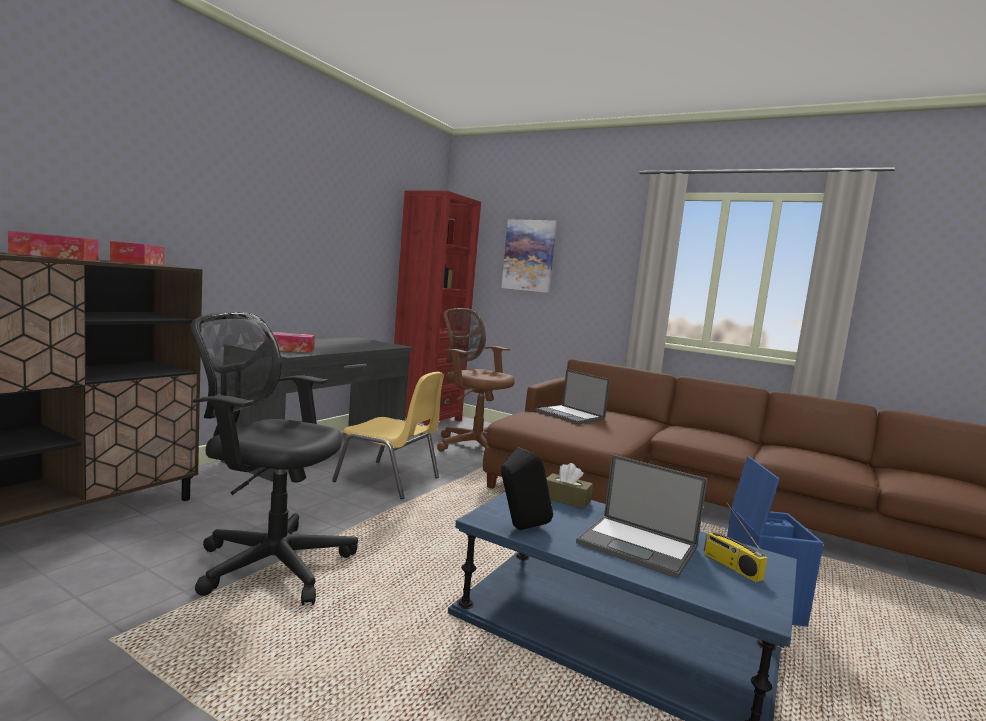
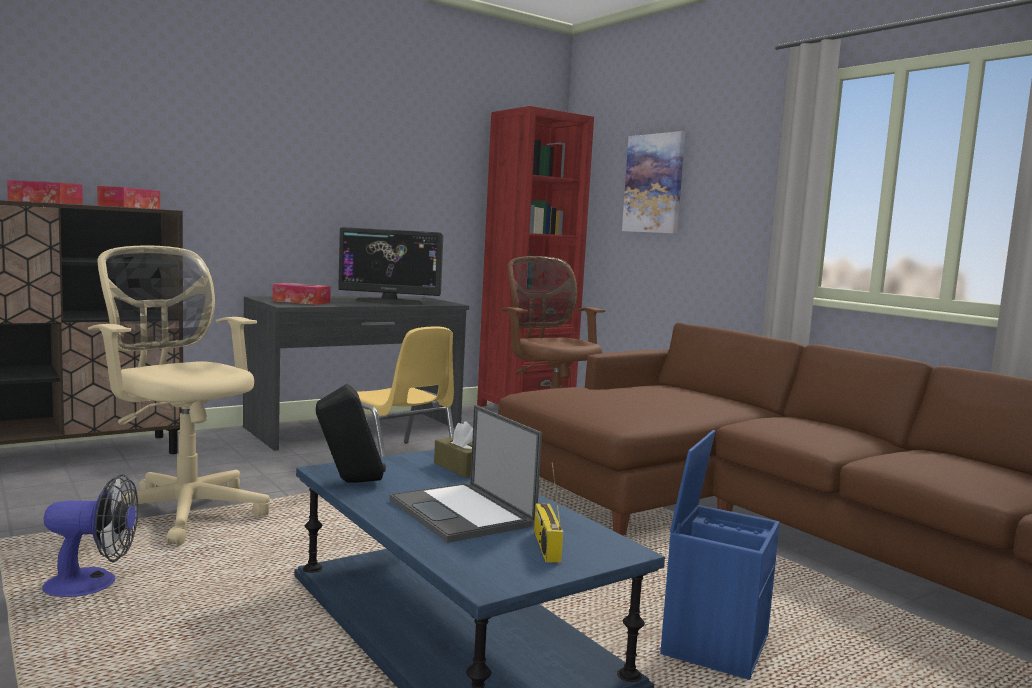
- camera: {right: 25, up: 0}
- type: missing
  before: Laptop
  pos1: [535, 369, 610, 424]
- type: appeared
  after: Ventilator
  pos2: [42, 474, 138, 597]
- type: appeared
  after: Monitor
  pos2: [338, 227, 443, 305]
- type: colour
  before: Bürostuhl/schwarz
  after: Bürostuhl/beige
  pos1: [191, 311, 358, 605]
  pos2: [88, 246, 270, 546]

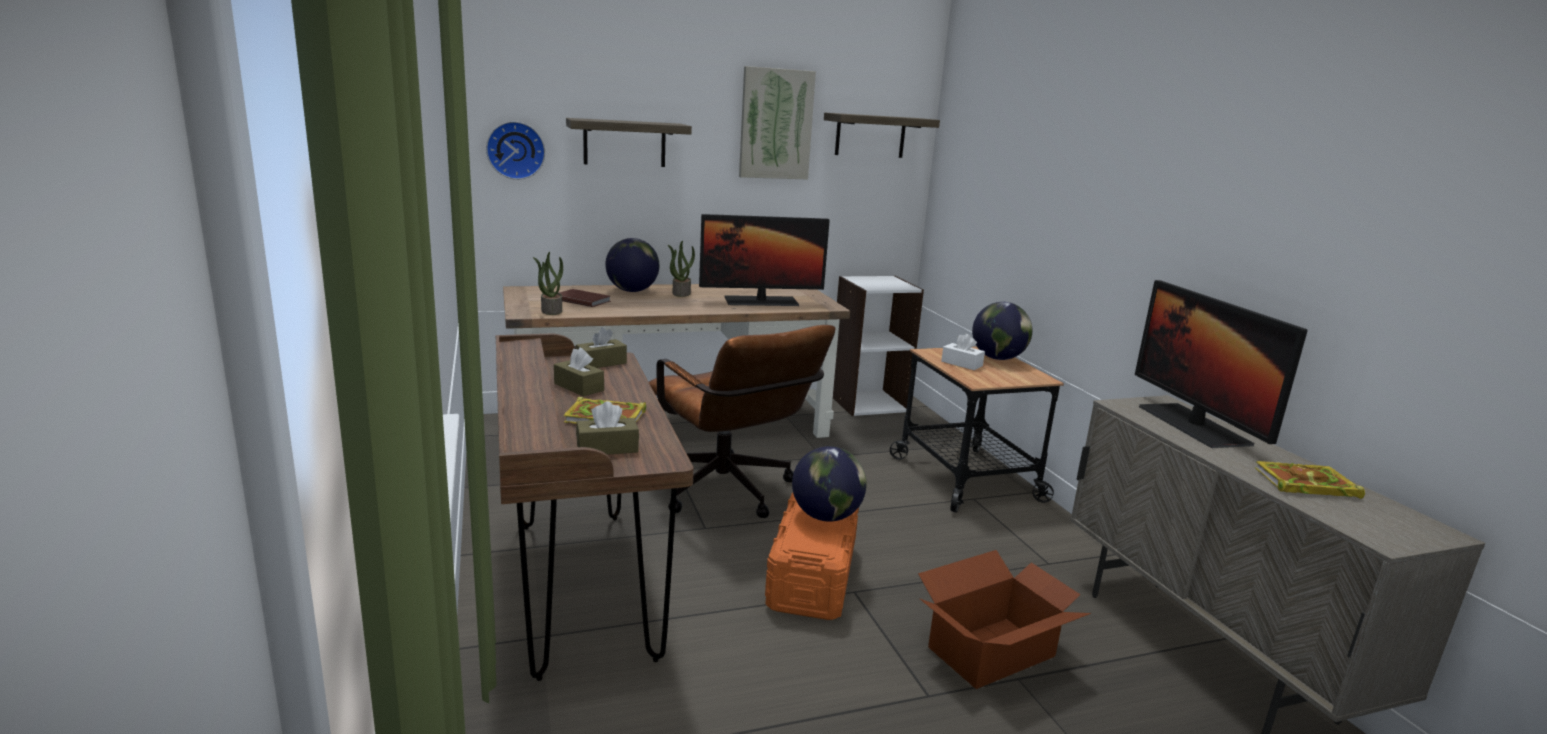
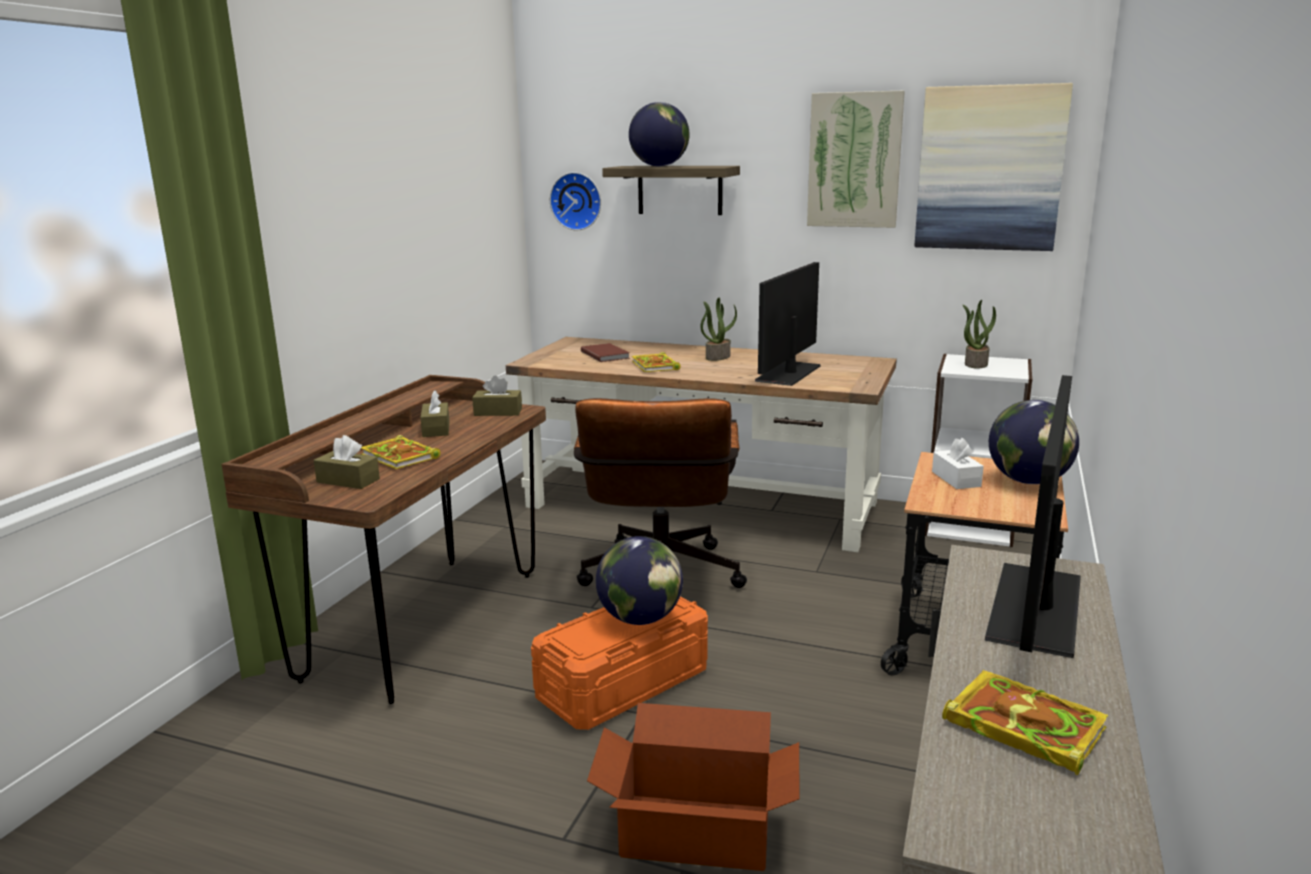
- camera: {right: 40, up: 0}
- type: appeared
  after: Buch
  pos2: [632, 352, 681, 372]
- type: relocated
  before: Topfpflanze
  pos1: [533, 252, 563, 315]
  pos2: [963, 300, 996, 369]
- type: relocated
  before: Globus
  pos1: [605, 238, 659, 292]
  pos2: [629, 102, 689, 167]
- type: exchanged
  before: Wandregal
  after: Bild
  pos1: [824, 113, 940, 158]
  pos2: [915, 83, 1073, 251]
- type: spun
  before: Monitor
  pos1: [699, 214, 830, 306]
  pos2: [755, 262, 821, 386]
  turn: 90

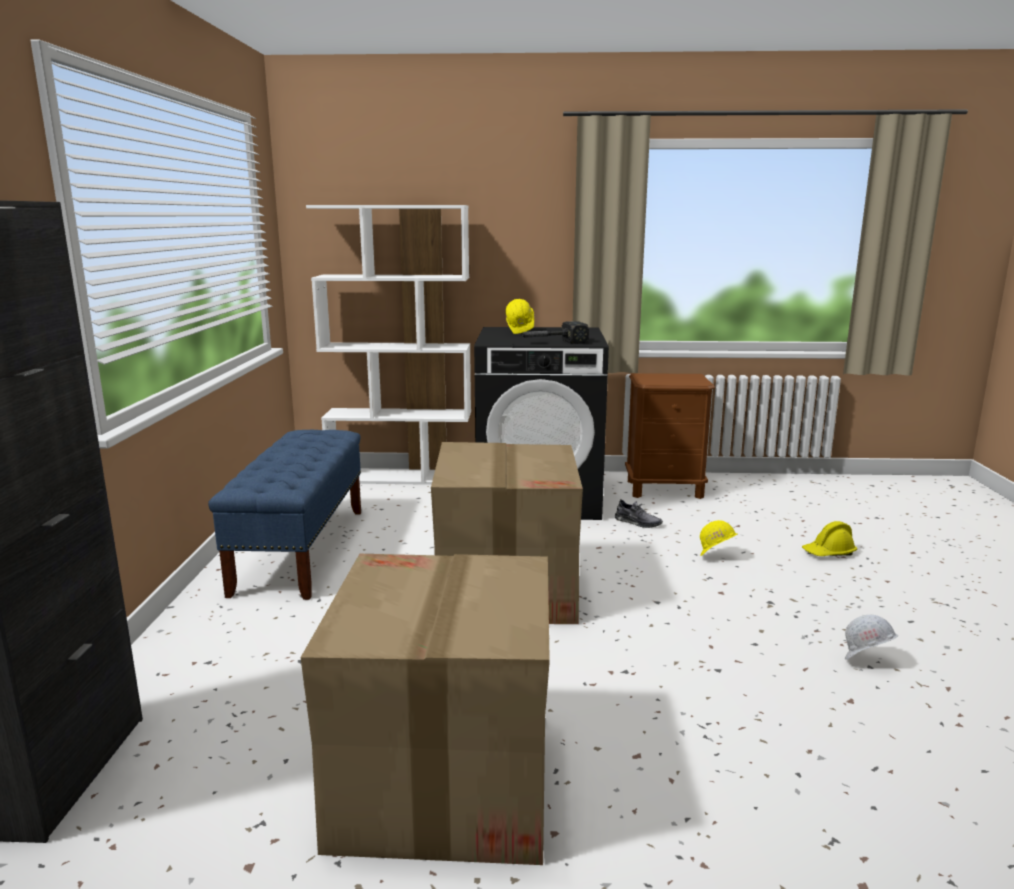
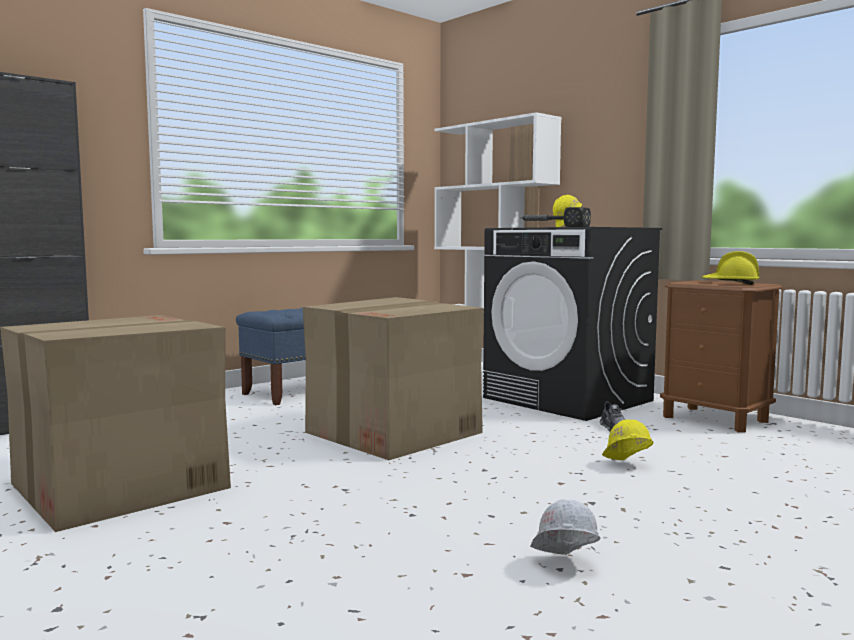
- camera: {right: 45, up: -10}
- type: relocated
  before: Schutzhelm/gelb
  pos1: [802, 521, 857, 556]
  pos2: [701, 251, 759, 285]

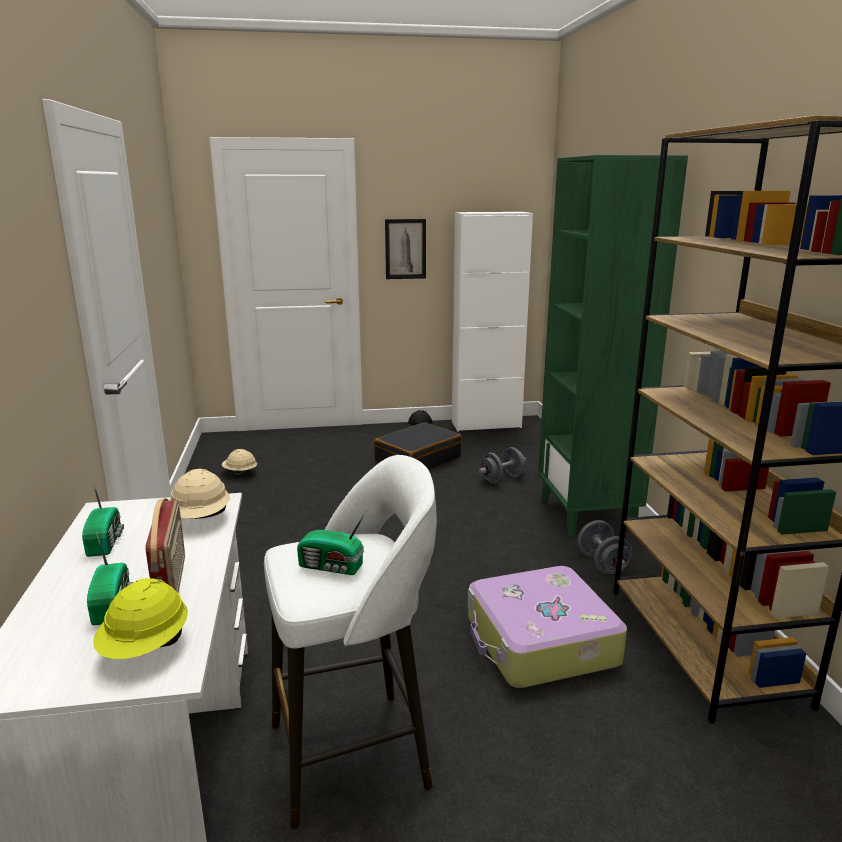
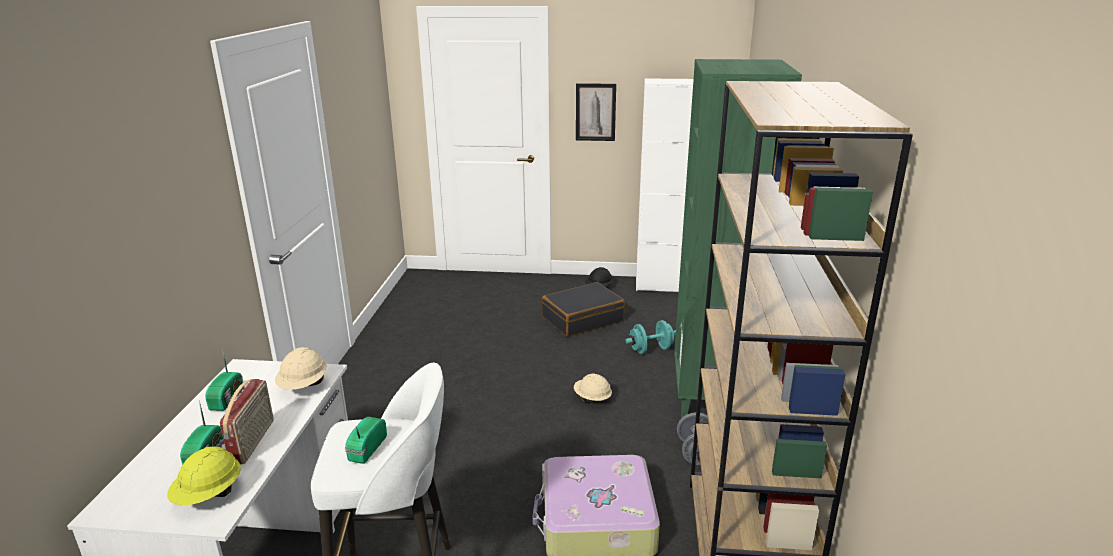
- camera: {right: 15, up: 5}
- type: relocated
  before: Schutzhelm/beige
  pos1: [222, 449, 257, 476]
  pos2: [574, 373, 612, 403]
- type: colour
  before: Hantel/grau
  after: Hantel/türkis
  pos1: [479, 447, 526, 483]
  pos2: [626, 320, 676, 354]
- type: spun
  before: Radio
  pos1: [297, 510, 367, 575]
  pos2: [345, 417, 387, 464]
  turn: 75

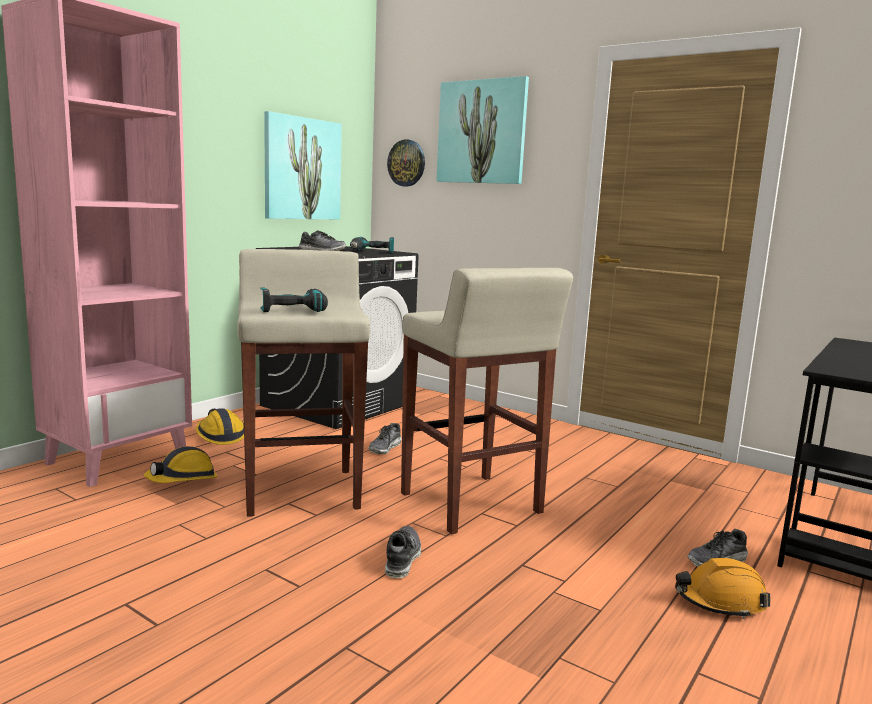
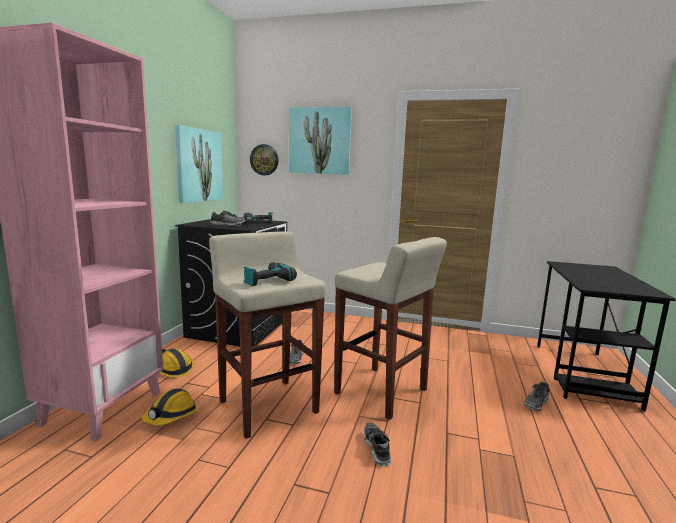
- camera: {right: -20, up: 0}
- type: missing
  before: Schutzhelm/orange
  pos1: [675, 558, 770, 619]

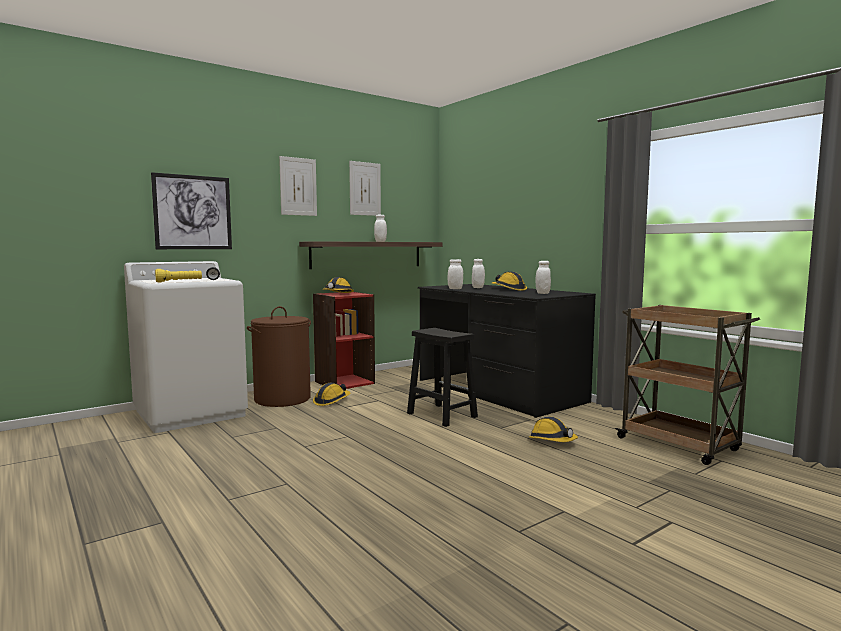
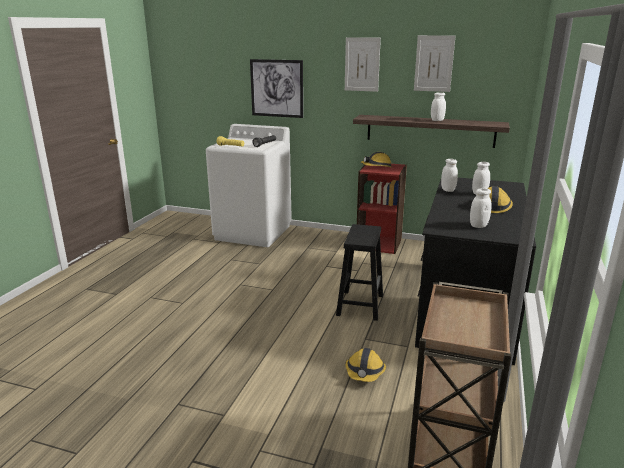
- camera: {right: 55, up: 15}
- type: missing
  before: Wäschekorb/braun
  pos1: [247, 306, 311, 407]
- type: missing
  before: Schutzhelm
  pos1: [313, 383, 351, 406]

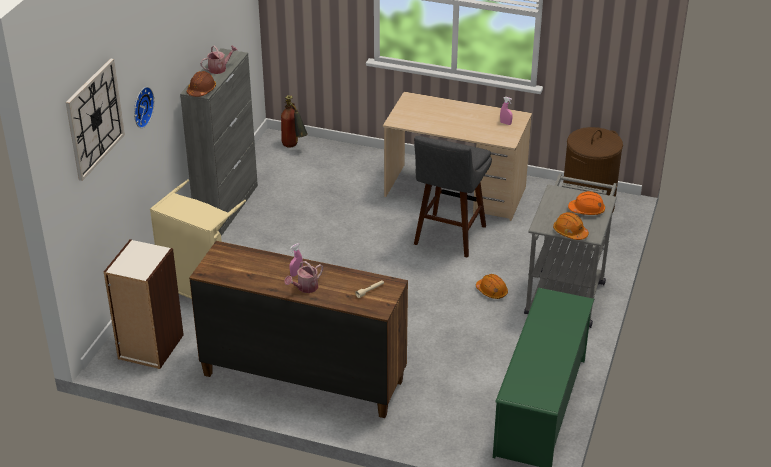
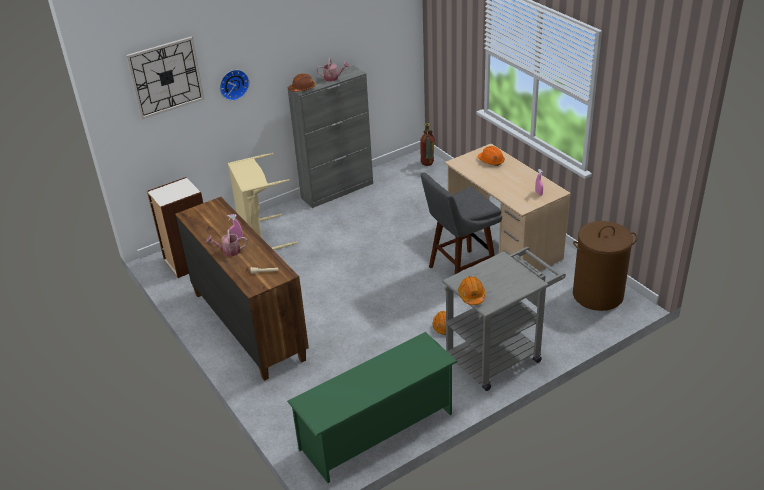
- camera: {right: 40, up: 0}
- type: relocated
  before: Schutzhelm/orange
  pos1: [568, 191, 605, 215]
  pos2: [478, 146, 505, 166]

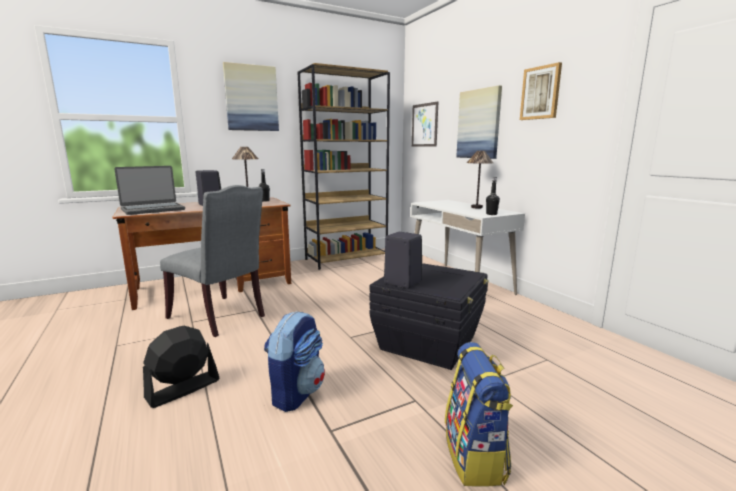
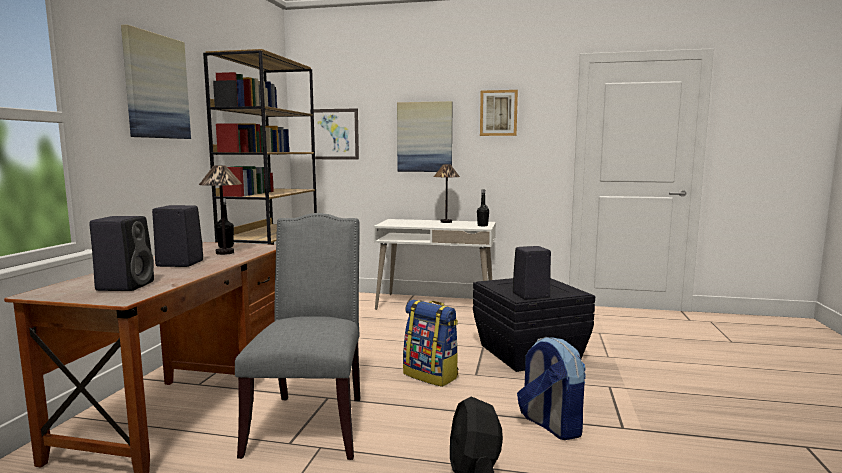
- camera: {right: -50, up: -5}
- type: relocated
  before: Rucksack
  pos1: [445, 342, 513, 487]
  pos2: [403, 299, 458, 387]
- type: exchanged
  before: Laptop
  after: Lautsprecher/schwarz
  pos1: [114, 166, 185, 215]
  pos2: [89, 216, 154, 291]
- type: spun
  before: Stuhl/grau
  pos1: [160, 185, 265, 337]
  pos2: [235, 213, 360, 460]
  turn: -75

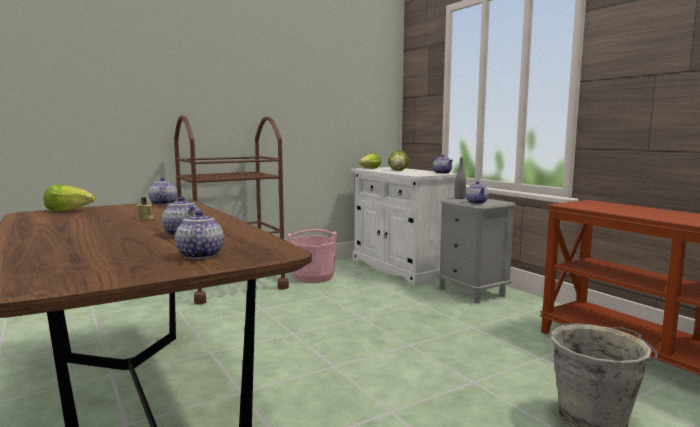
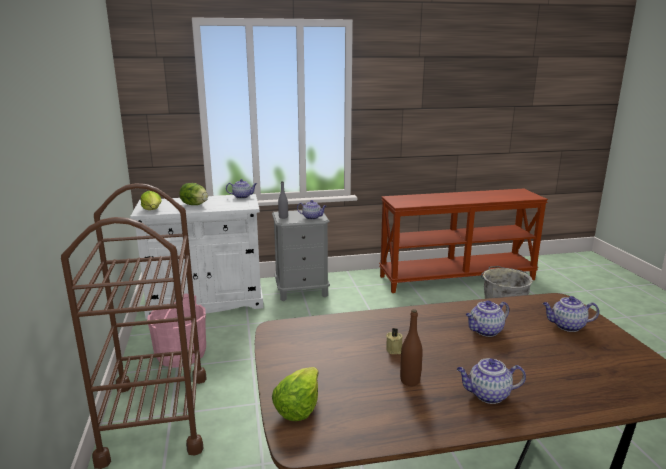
- camera: {right: -70, up: 10}
- type: appeared
  after: Flasche/braun
  pos2: [400, 309, 423, 386]
- type: relocated
  before: Teekanne
  pos1: [148, 177, 178, 205]
  pos2: [457, 358, 526, 404]

